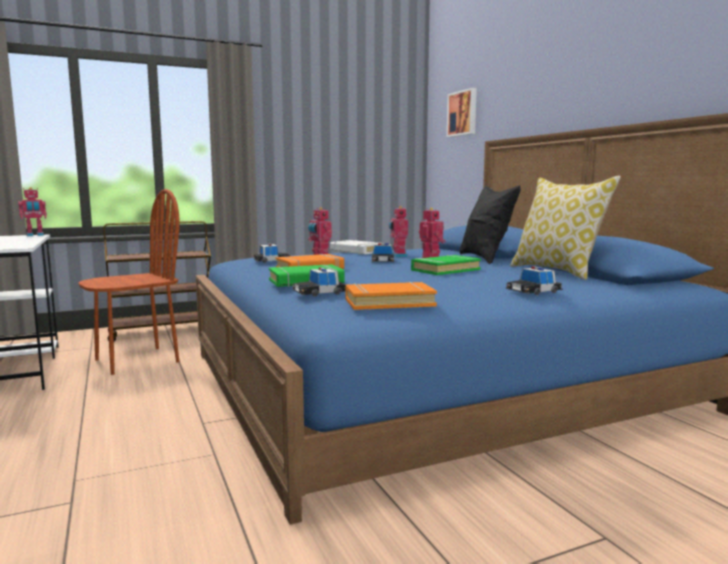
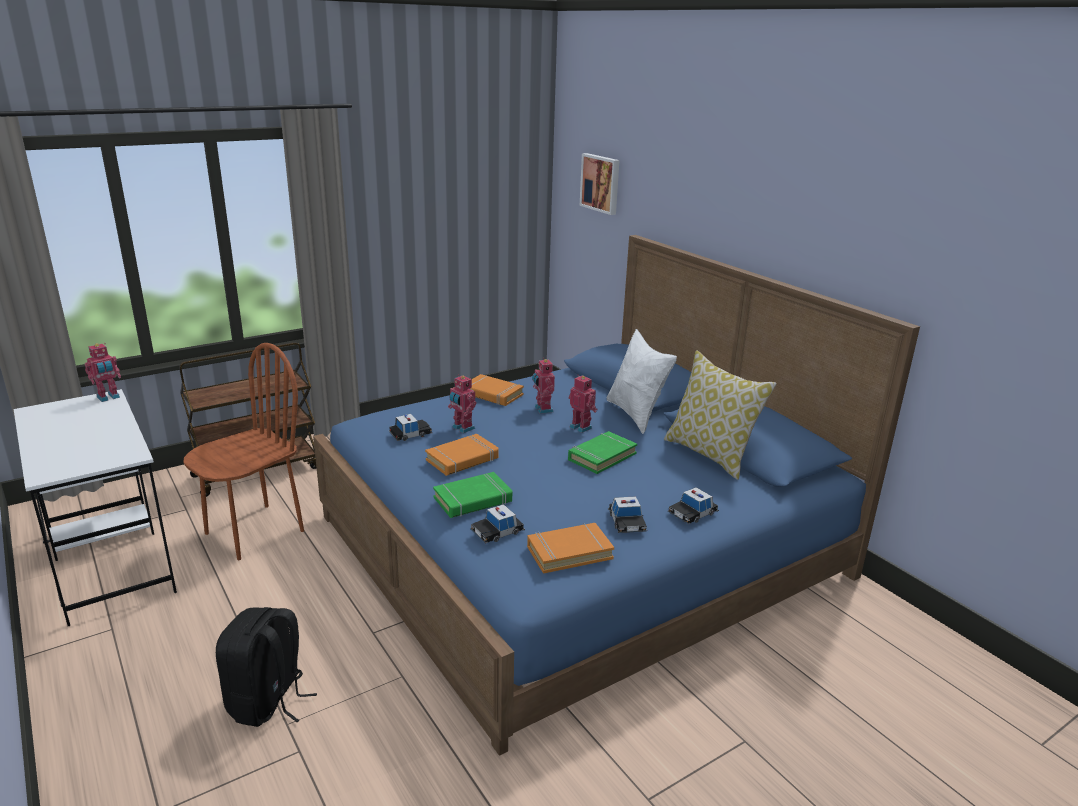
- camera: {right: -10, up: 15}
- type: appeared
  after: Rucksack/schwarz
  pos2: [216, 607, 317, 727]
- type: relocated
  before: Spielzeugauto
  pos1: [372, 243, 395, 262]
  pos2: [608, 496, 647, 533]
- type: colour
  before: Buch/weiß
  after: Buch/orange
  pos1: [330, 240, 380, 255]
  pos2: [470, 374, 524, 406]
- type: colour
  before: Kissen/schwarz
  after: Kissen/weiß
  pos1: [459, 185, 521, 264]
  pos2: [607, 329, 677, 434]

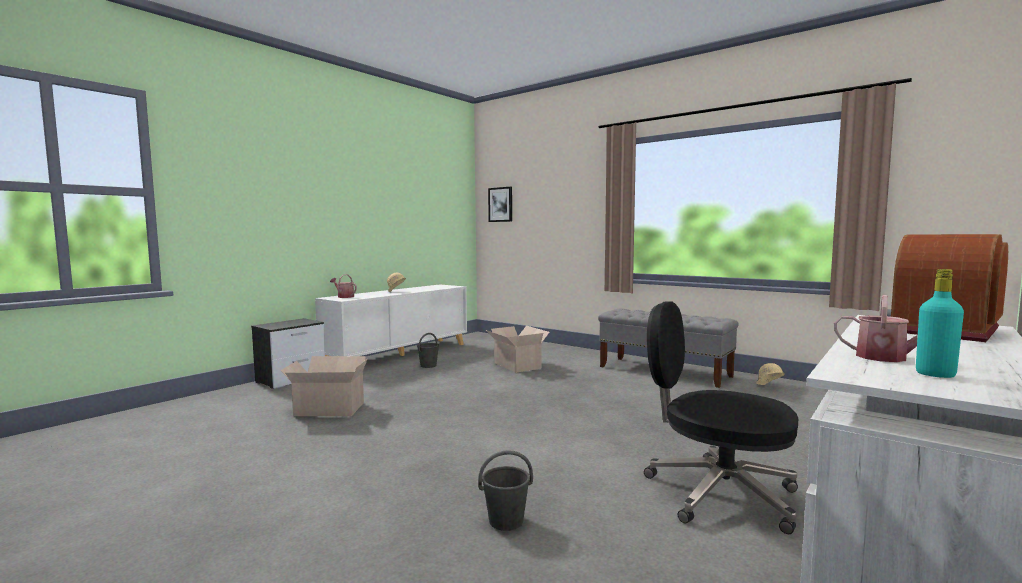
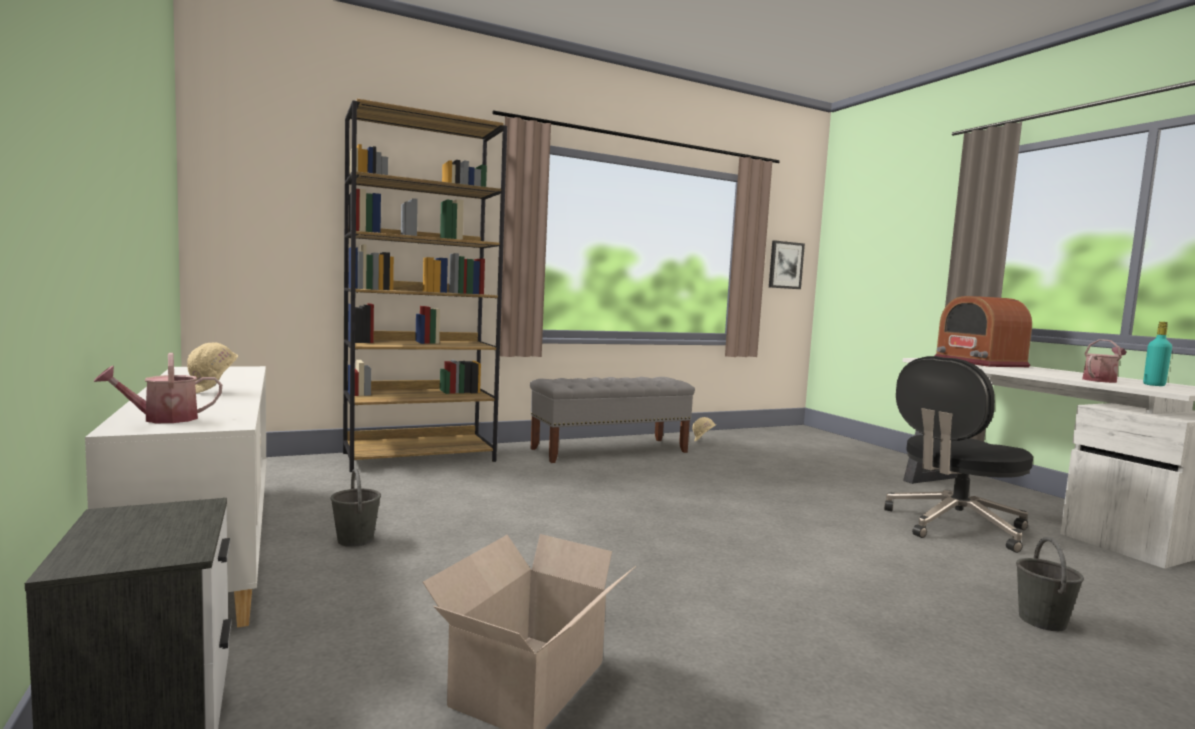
- camera: {right: -65, up: 0}
- type: missing
  before: Karton
  pos1: [486, 325, 550, 373]
- type: appeared
  after: Bücherregal/braun
  pos2: [343, 99, 507, 472]
- type: relocated
  before: Bild
  pos1: [488, 187, 512, 222]
  pos2: [769, 240, 805, 289]

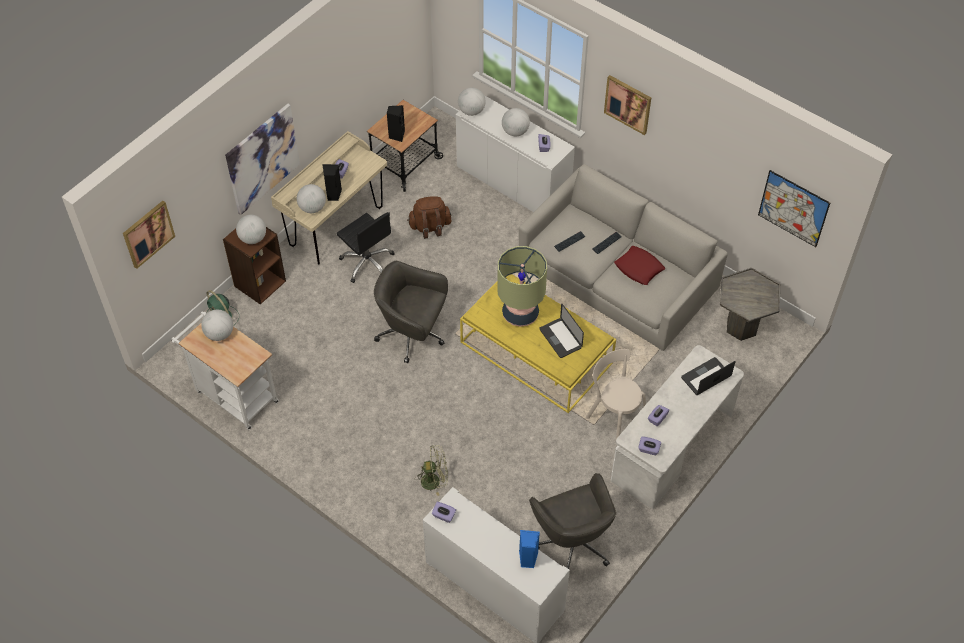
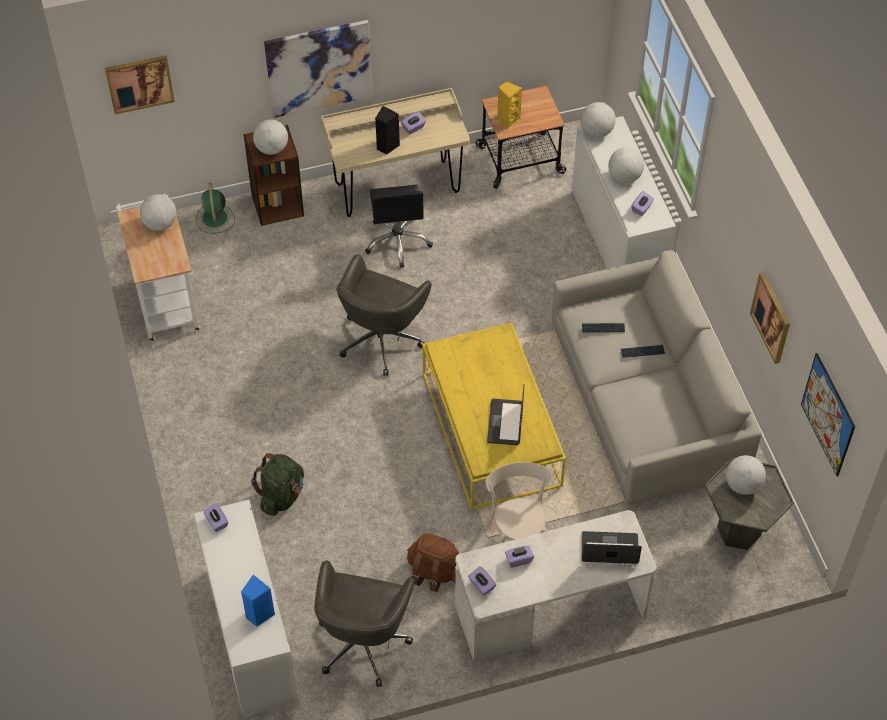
- camera: {right: 35, up: 0}
- type: missing
  before: Tischlampe
  pos1: [497, 246, 547, 327]
- type: missing
  before: Kissen/rot
  pos1: [614, 246, 665, 285]
- type: relocated
  before: Globus
  pos1: [297, 184, 326, 213]
  pos2: [726, 455, 766, 495]
- type: relocated
  before: Rucksack/braun
  pos1: [407, 196, 451, 239]
  pos2: [407, 533, 459, 592]
- type: relocated
  before: Bild
  pos1: [604, 75, 651, 135]
  pos2: [750, 272, 790, 364]
- type: exchanged
  before: Ventilator/grün
  after: Rucksack/grün
  pos1: [416, 445, 448, 496]
  pos2: [251, 453, 304, 516]
- type: colour
  before: Lautsprecher/schwarz
  after: Lautsprecher/gelb
  pos1: [387, 105, 405, 142]
  pos2: [497, 81, 522, 129]
- type: spun
  before: Bürostuhl/grau
  pos1: [374, 261, 448, 363]
  pos2: [336, 254, 432, 376]
  turn: -120

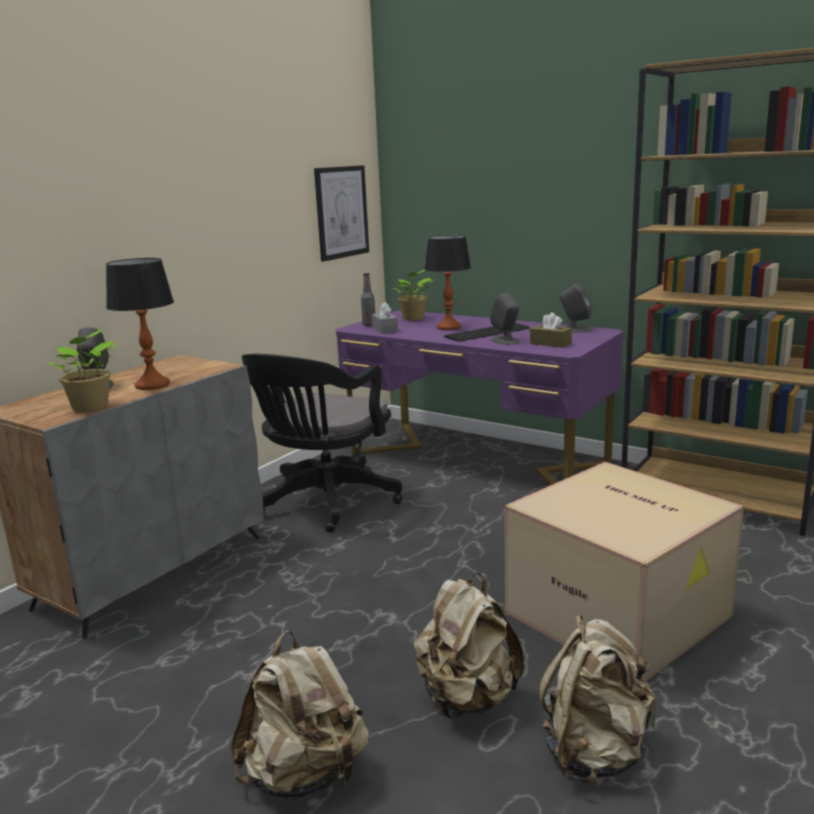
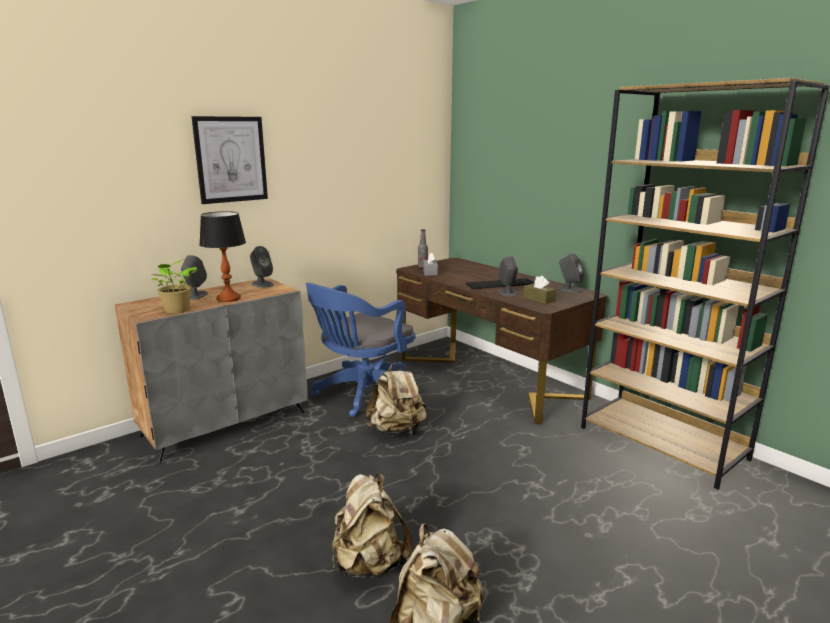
- camera: {right: 15, up: 0}
- type: missing
  before: Topfpflanze
  pos1: [393, 270, 434, 321]
- type: missing
  before: Tischlampe
  pos1: [424, 235, 471, 330]
- type: missing
  before: Karton
  pos1: [505, 462, 744, 681]
- type: appeared
  after: Lautsprecher/grau
  pos2: [250, 246, 274, 288]
- type: relocated
  before: Rucksack/beige
  pos1: [230, 630, 369, 798]
  pos2: [366, 362, 427, 436]
- type: relocated
  before: Bild
  pos1: [314, 165, 369, 262]
  pos2: [191, 116, 268, 204]
- type: colour
  before: Bürostuhl/schwarz
  after: Bürostuhl/blau
  pos1: [242, 354, 402, 533]
  pos2: [306, 283, 416, 417]
- type: colour
  before: Schreibtisch/lila
  after: Schreibtisch/braun
  pos1: [336, 310, 623, 486]
  pos2: [396, 258, 607, 424]

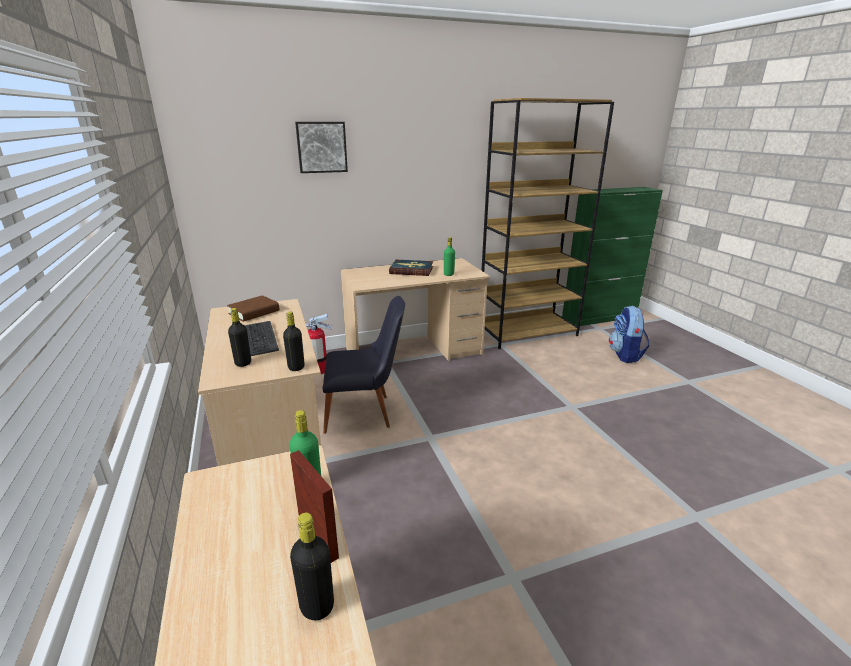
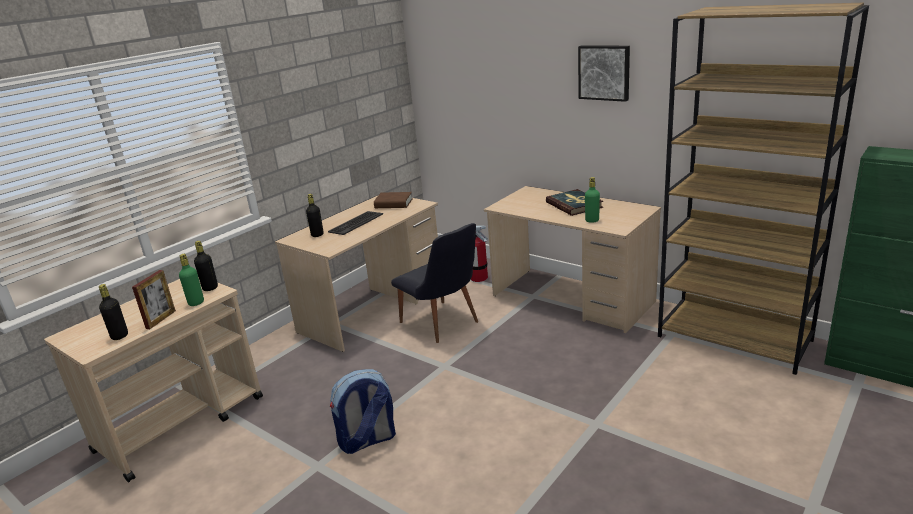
- camera: {right: 60, up: 0}
- type: relocated
  before: Flasche/schwarz
  pos1: [283, 312, 305, 371]
  pos2: [194, 241, 218, 291]
- type: relocated
  before: Bild
  pos1: [295, 122, 348, 173]
  pos2: [578, 45, 630, 102]
- type: relocated
  before: Rucksack
  pos1: [609, 306, 650, 363]
  pos2: [330, 369, 396, 454]

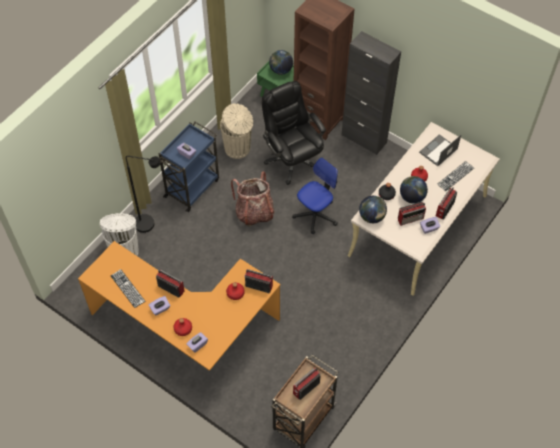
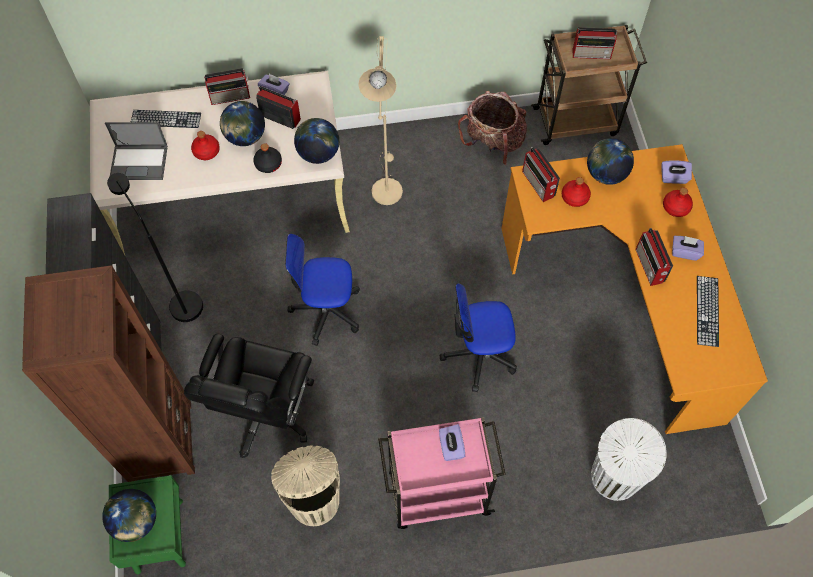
- camera: {right: -135, up: 5}
- type: appeared
  after: Stehlampe/beige
  pos2: [358, 36, 403, 205]
- type: appeared
  after: Bürostuhl
  pos2: [439, 283, 517, 392]
- type: appeared
  after: Globus
  pos2: [587, 138, 634, 185]
- type: relocated
  before: Stehlampe/schwarz
  pos1: [126, 156, 161, 233]
  pos2: [107, 173, 203, 322]
- type: relocated
  before: Rucksack
  pos1: [231, 171, 275, 226]
  pos2: [458, 91, 527, 165]
- type: colour
  before: Rollwagen/blau
  after: Rollwagen/rosa
  pos1: [159, 122, 219, 212]
  pos2: [378, 417, 506, 529]

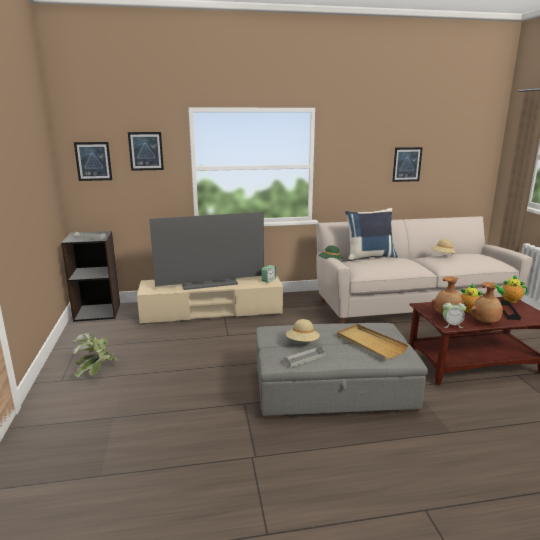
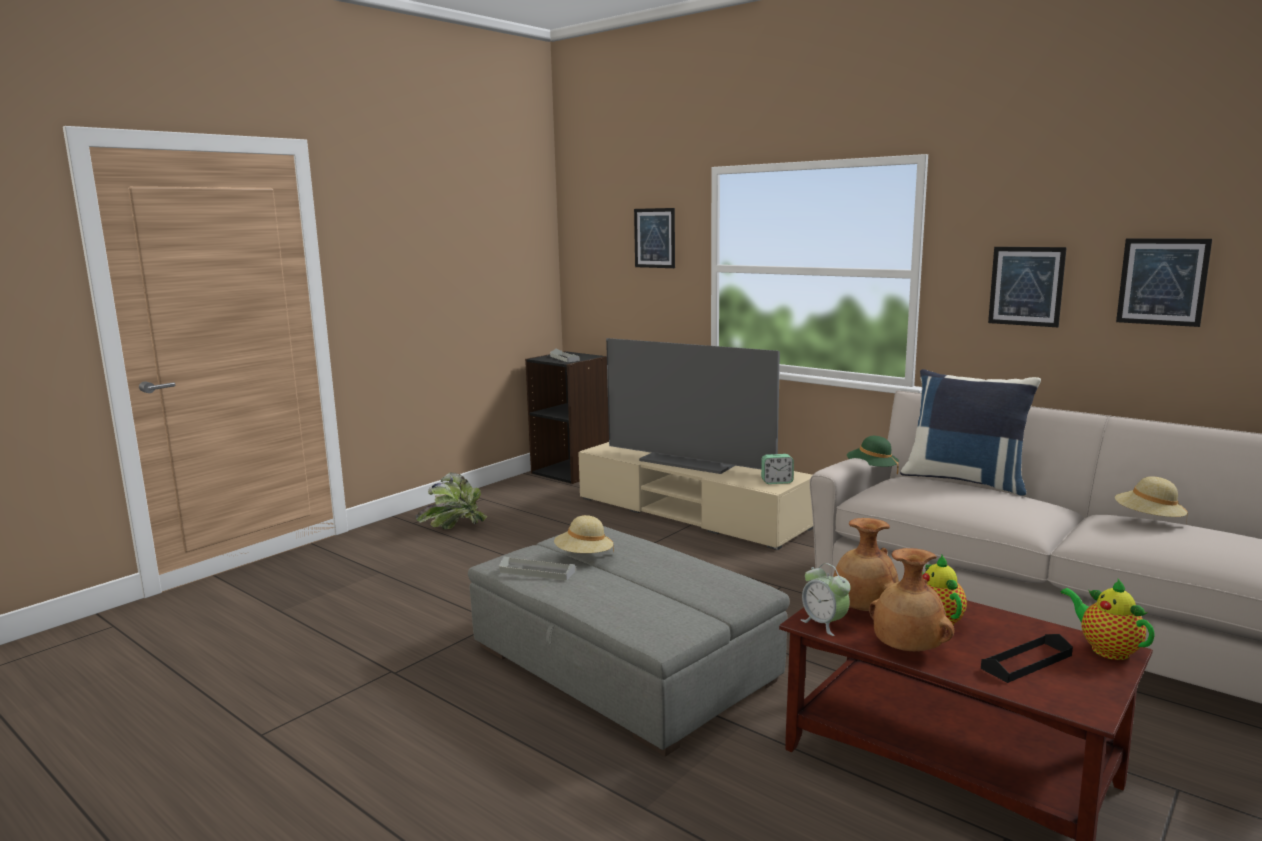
- camera: {right: 50, up: -5}
- type: missing
  before: Tablett/beige
  pos1: [337, 324, 409, 359]
- type: relocated
  before: Bild
  pos1: [74, 142, 112, 181]
  pos2: [988, 247, 1067, 327]

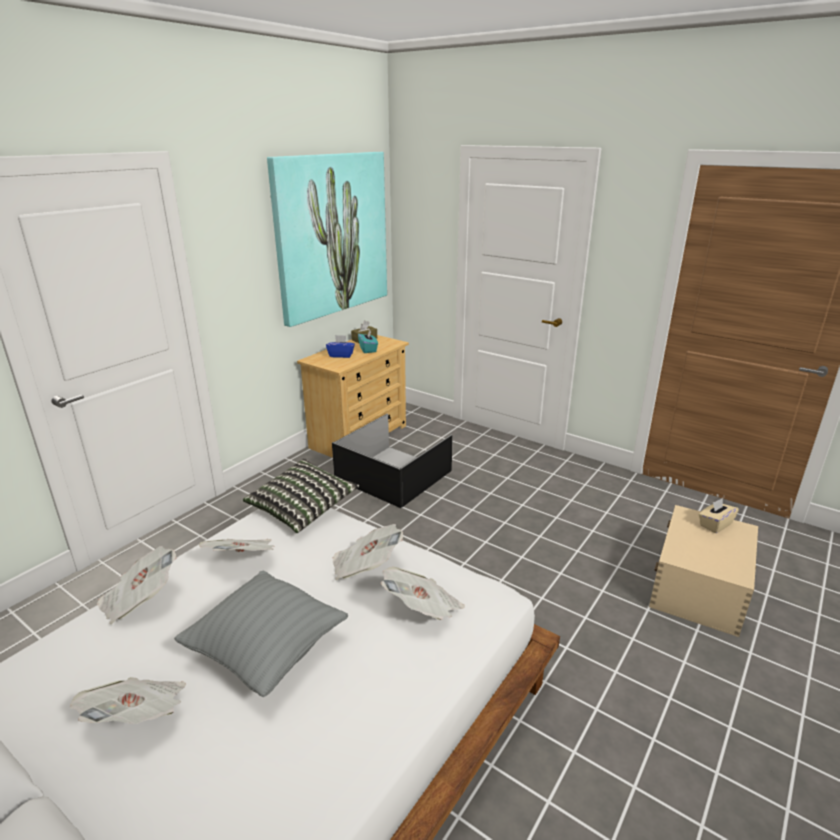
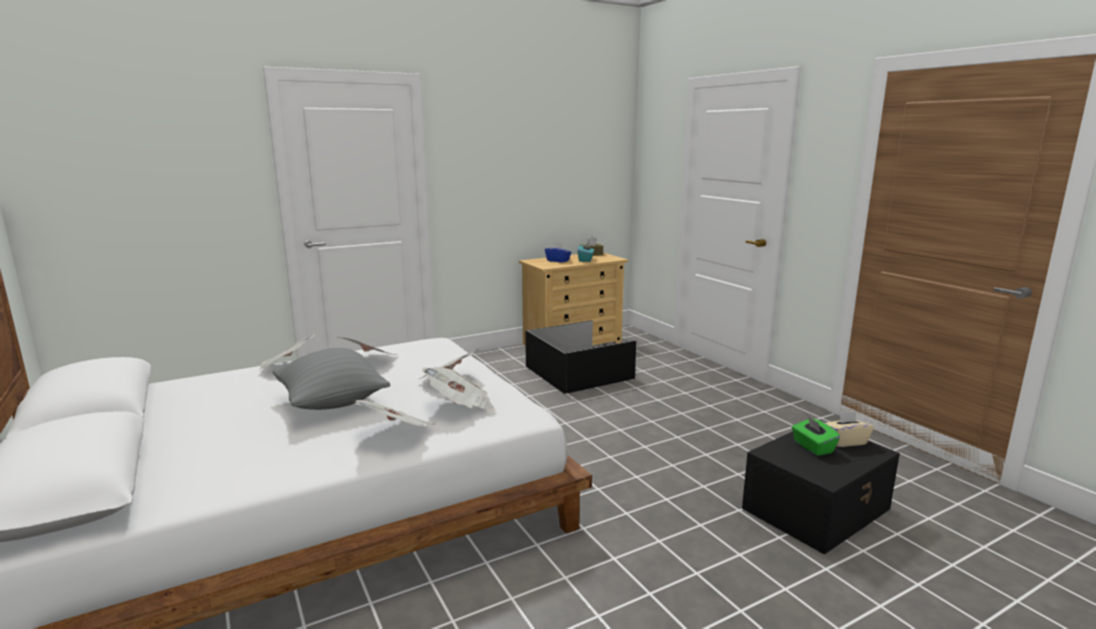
- camera: {right: 25, up: -10}
- type: missing
  before: Kissen
  pos1: [243, 458, 359, 533]
- type: missing
  before: Bild
  pos1: [267, 152, 387, 327]
- type: appeared
  after: Taschentuchbox/grün
  pos2: [792, 416, 840, 456]
- type: relocated
  before: Zeitung
  pos1: [70, 677, 186, 724]
  pos2: [354, 400, 435, 427]
- type: colour
  before: Aufbewahrungsbox/beige
  after: Aufbewahrungsbox/schwarz
  pos1: [649, 505, 758, 637]
  pos2: [742, 431, 900, 555]

